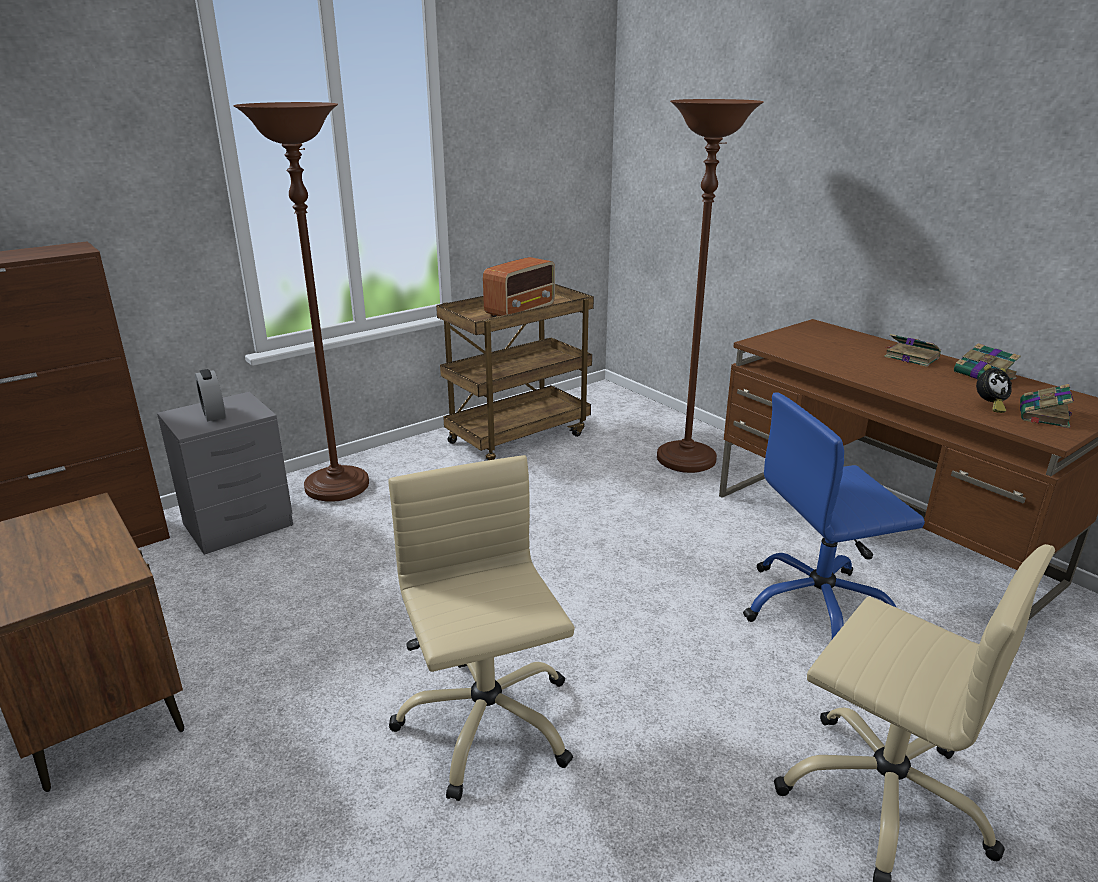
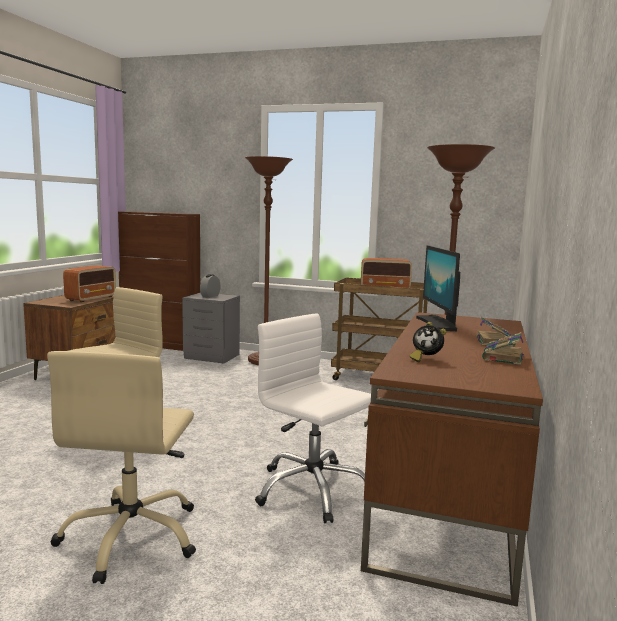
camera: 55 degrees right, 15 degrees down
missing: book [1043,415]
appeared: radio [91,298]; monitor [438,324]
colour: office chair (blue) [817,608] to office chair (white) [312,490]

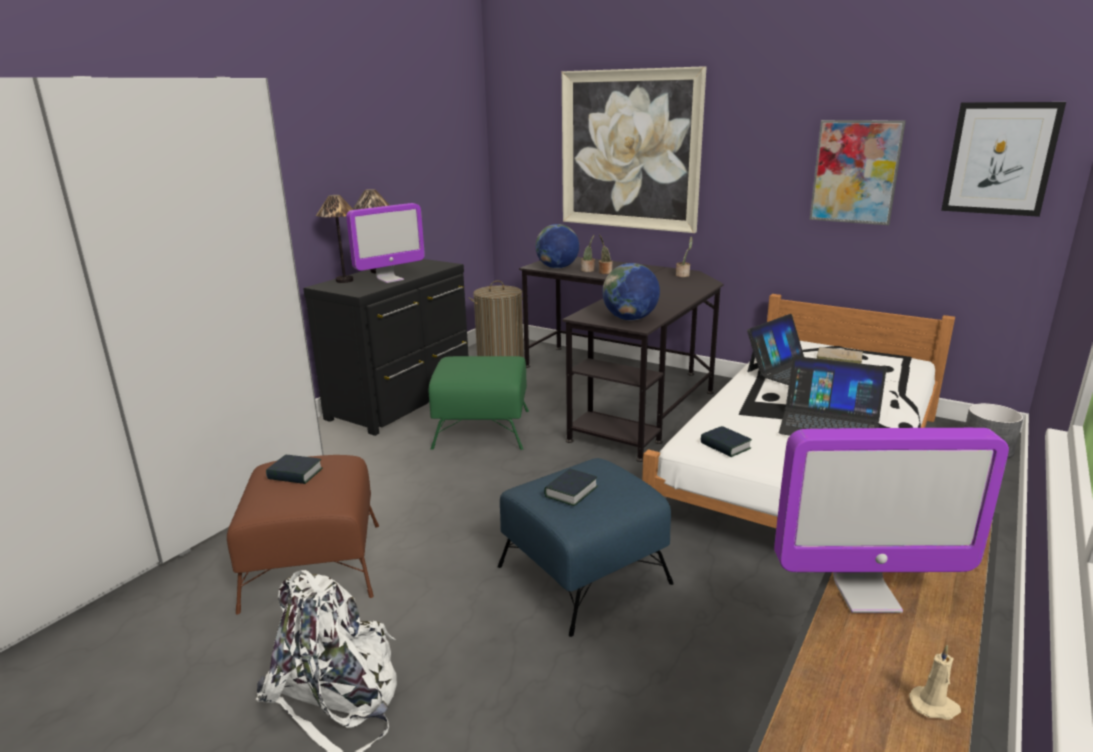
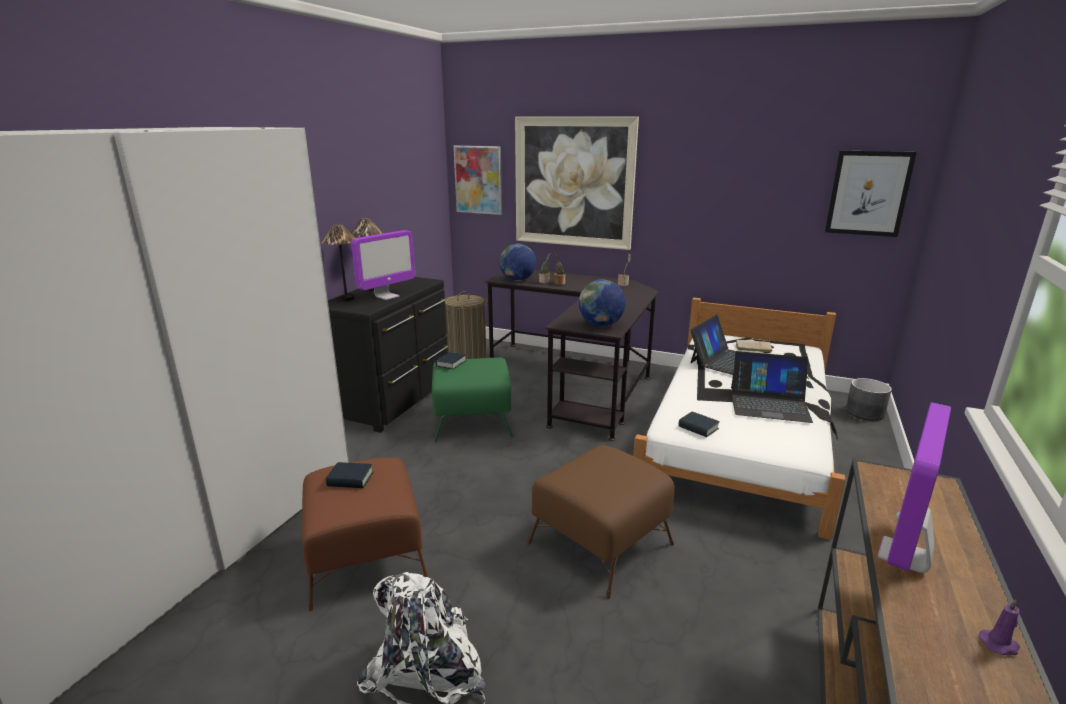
camera: 10 degrees left, 0 degrees up
relocated: book [571,492] to [451,363]; picture [855,172] to [478,180]
colour: ottoman (blue) [582,574] to ottoman (brown) [599,543]; candle (beige) [934,706] to candle (purple) [999,644]
spun: monitor [865,594] = [904,556] 135 degrees clockwise

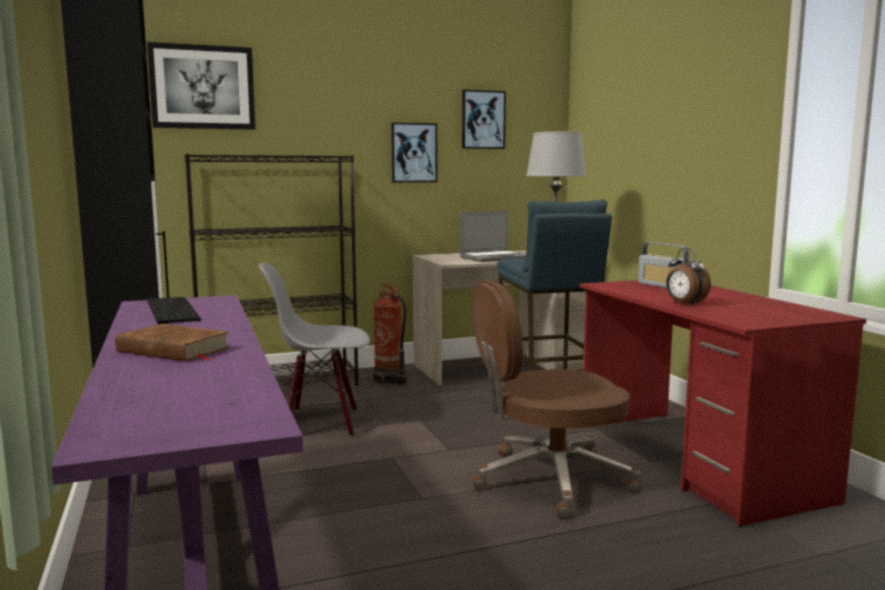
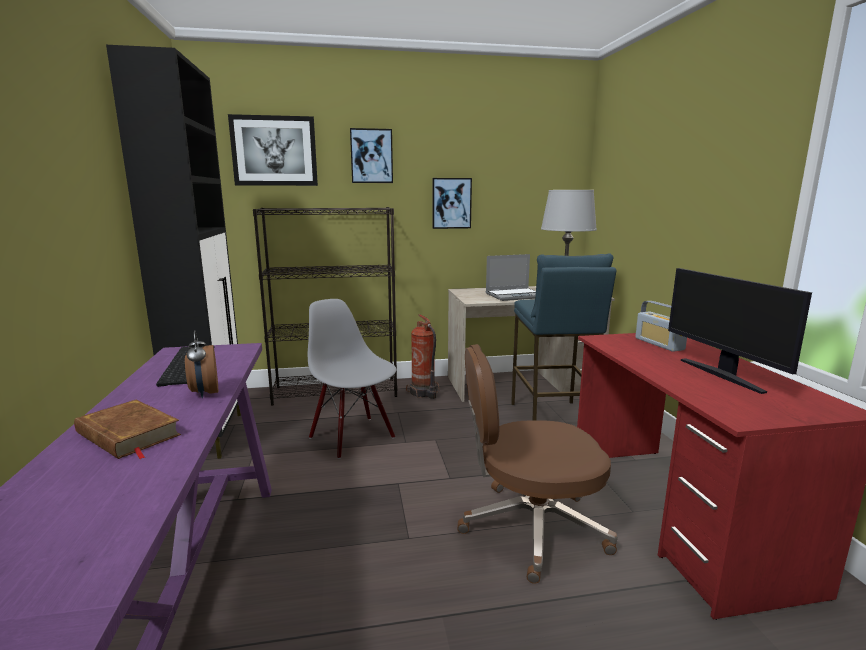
camera: 10 degrees right, 5 degrees up
appeared: monitor [722,375]
relocated: alarm clock [684,304] to [204,393]; picture [483,120] to [371,156]
spun: chair (grey) [321,423] = [353,437] 45 degrees clockwise

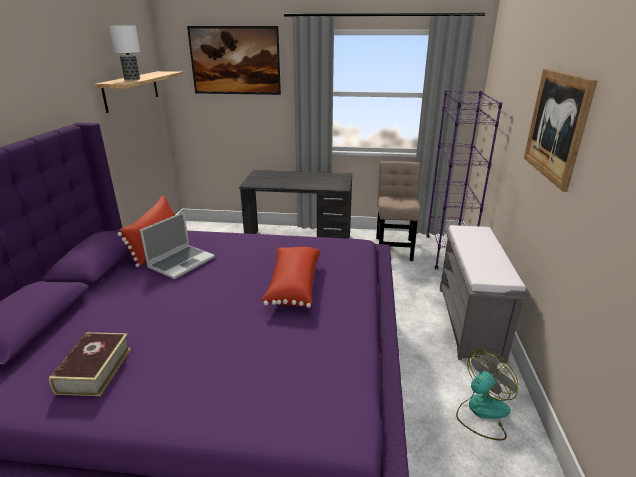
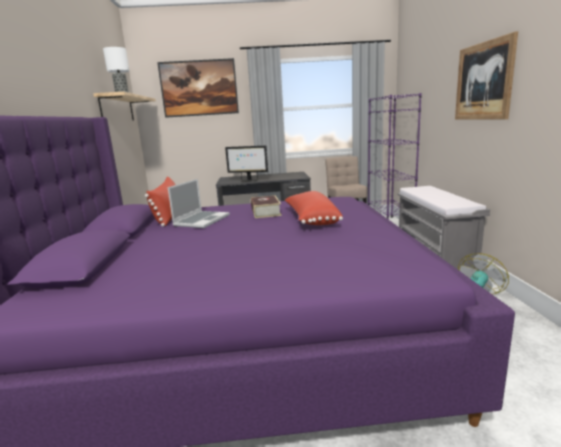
camera: 10 degrees left, 10 degrees down
appeared: monitor [248,180]
relocated: book [95,370] to [265,212]

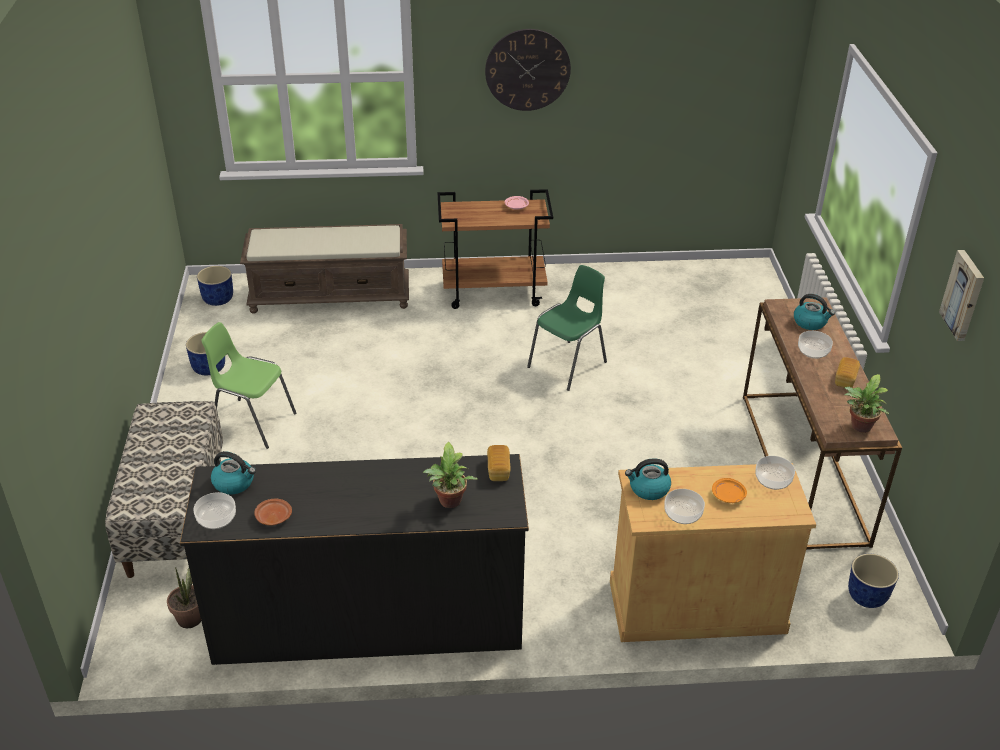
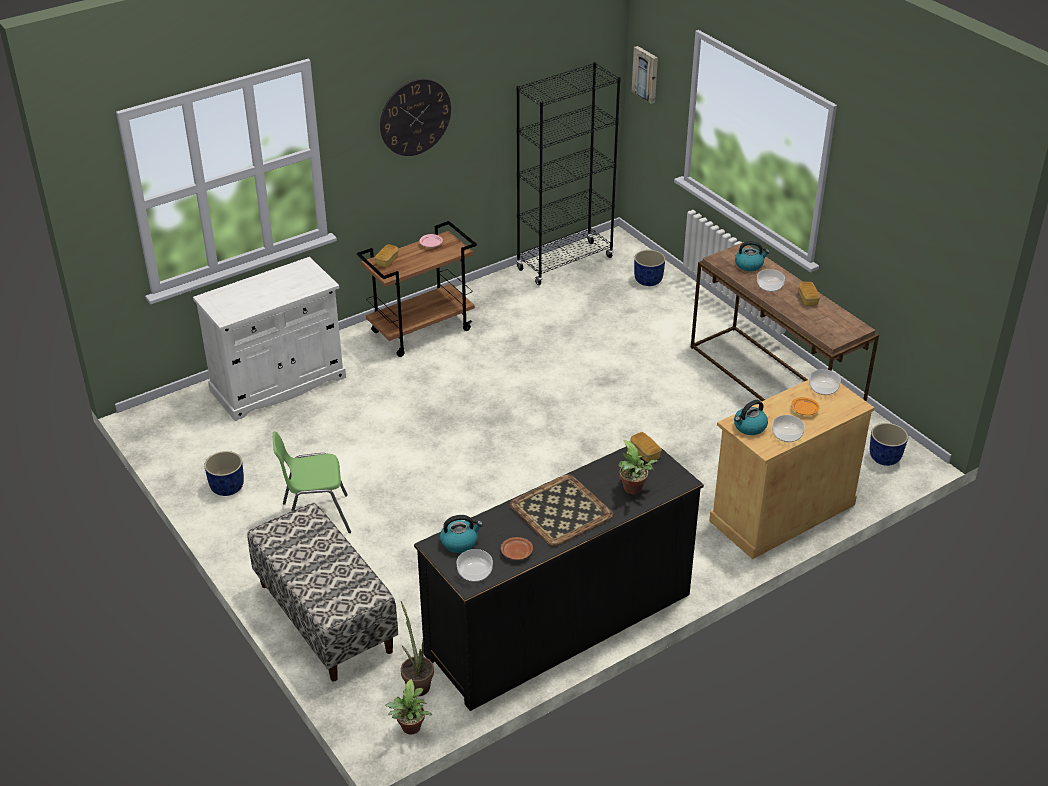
camera: 30 degrees left, 0 degrees up
missing: chair (green) [568,365]
appeared: bread [387,261]; tray [561,510]; bookcase (black) [565,263]
relocated: potted plant [859,427] to [410,729]; picture [964,295] to [646,74]; planter (blue) [217,299] to [647,280]
exchanged: bench (brown) [331,296] to cabinet (white) [278,384]

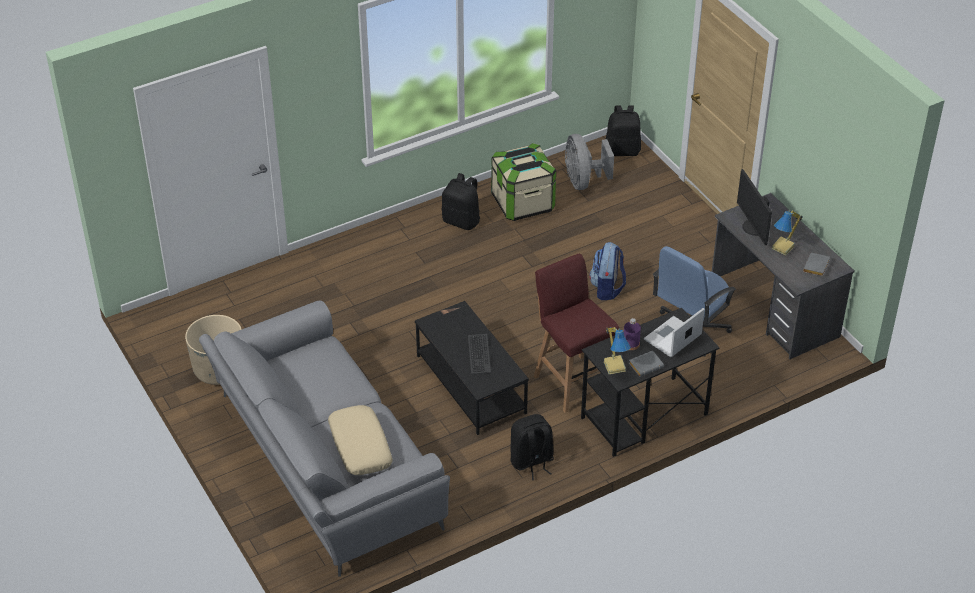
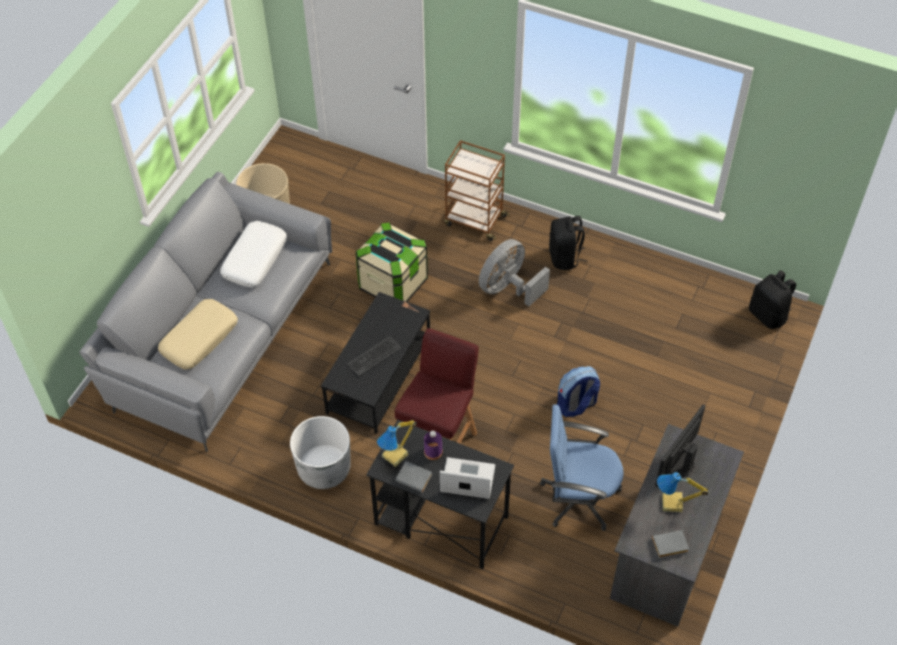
camera: 55 degrees right, 10 degrees up
appeared: pillow (white) [254,259]; cart (brown) [474,220]
relocated: storage box [523,203] to [393,284]; fan (grey) [583,181] to [508,288]
exchanged: backpack (black) [531,462] to planter (white) [324,468]

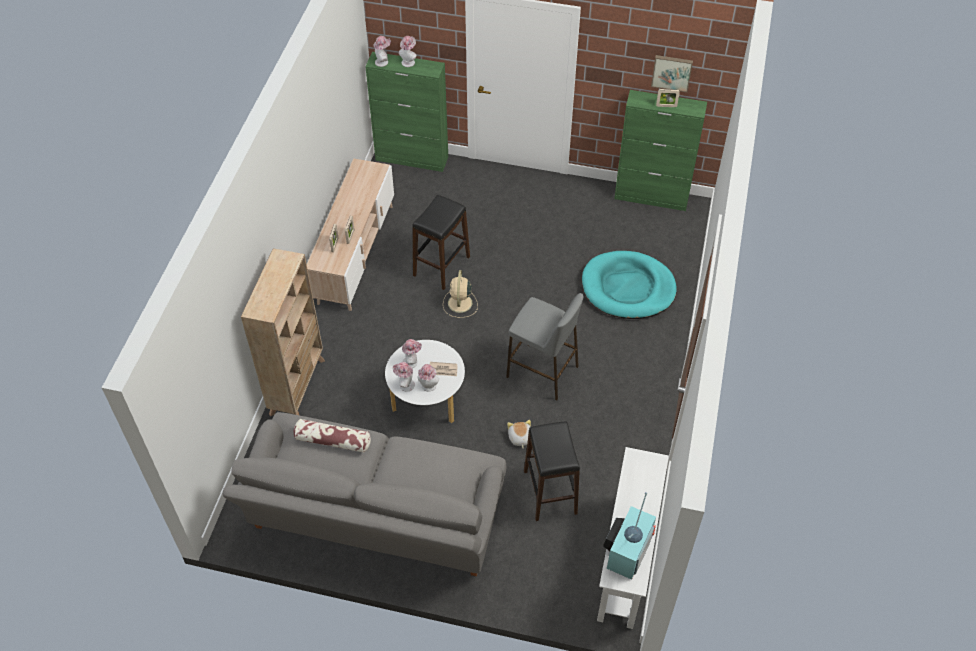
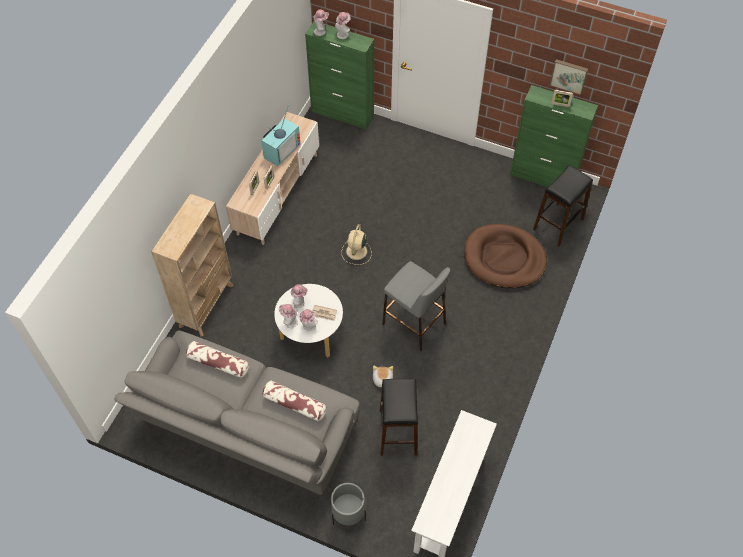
camera: 10 degrees right, 5 degrees up
appeared: pillow [294,404]; planter (grey) [348,513]
relocated: television [626,549] to [281,149]; stool (black) [441,266] to [558,224]
colour: dog bed (turquoise) [628,288] to dog bed (brown) [504,258]

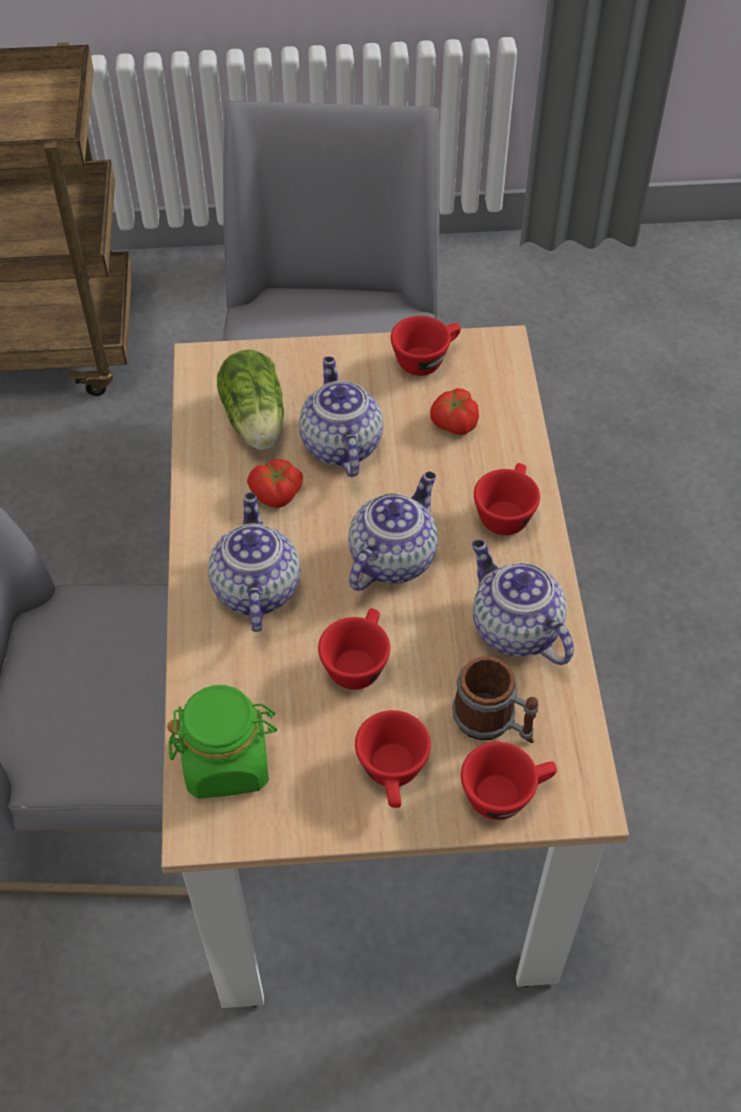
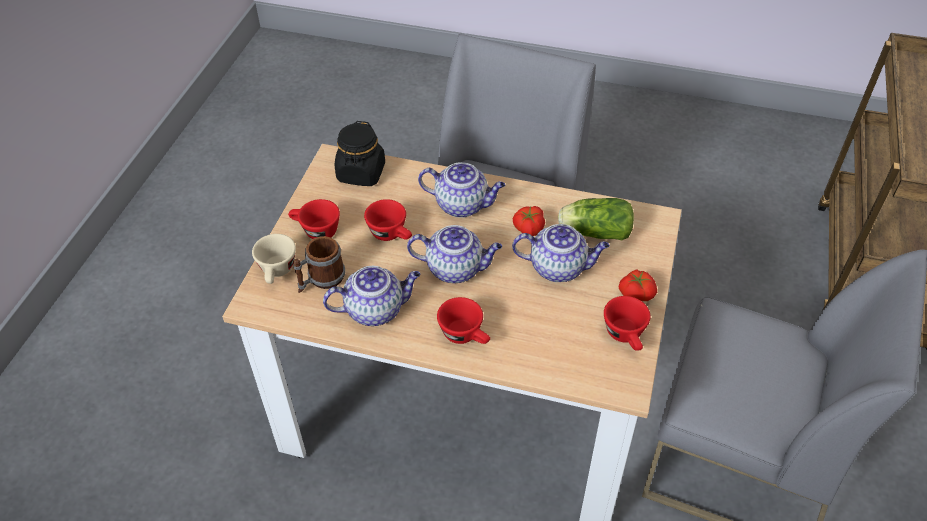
camera: 110 degrees right, 5 degrees down
relocated: tomato [453,423] to [636,293]
colour: cup (red) [506,793] to cup (beige) [277,272]; jar (green) [227,762] to jar (black) [361,173]
spun: teapot [392,557] = [456,269] 45 degrees counterclockwise

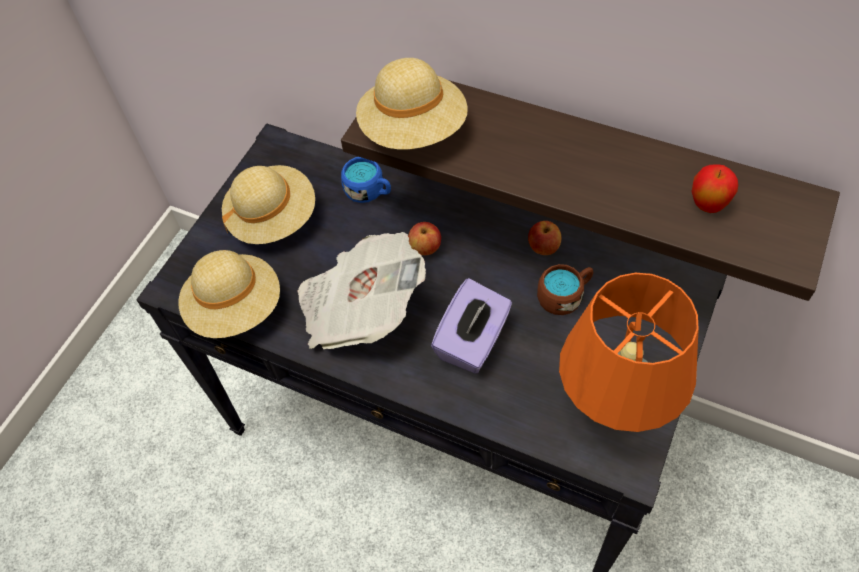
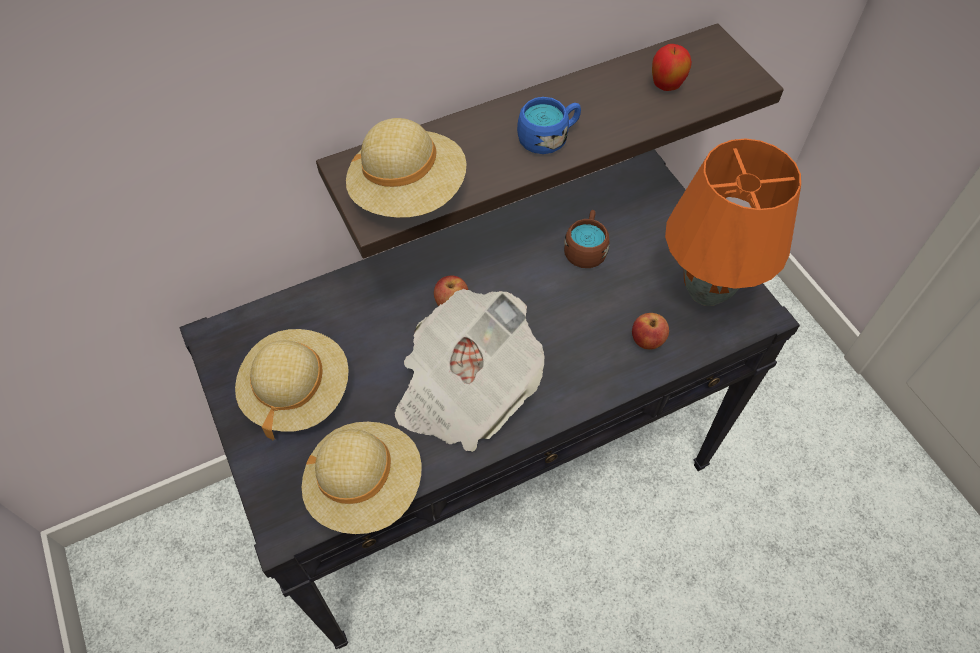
camera: 55 degrees left, 0 degrees up
missing: tissue box (purple) [473,341]
relocated: mug (blue) [369,191] to [548,138]; apple [543,248] to [647,341]

